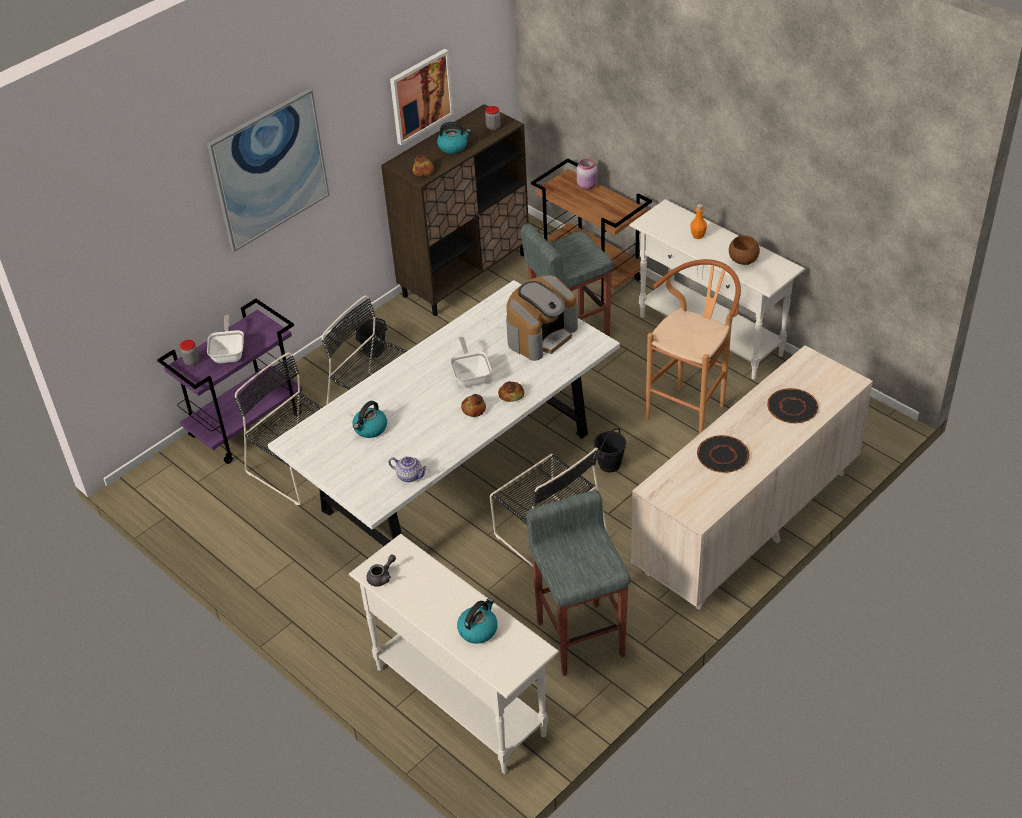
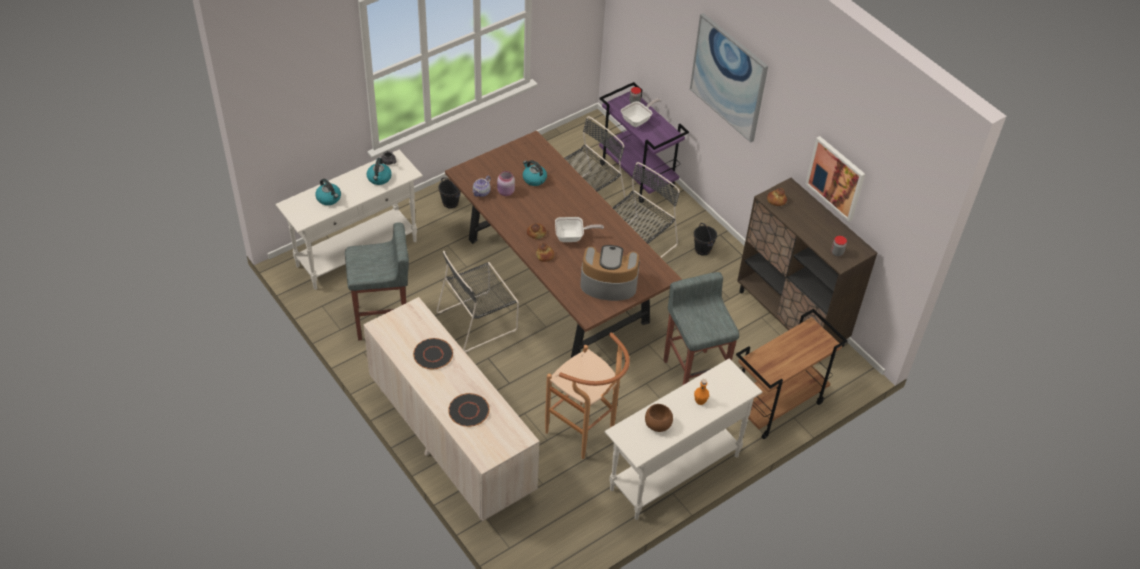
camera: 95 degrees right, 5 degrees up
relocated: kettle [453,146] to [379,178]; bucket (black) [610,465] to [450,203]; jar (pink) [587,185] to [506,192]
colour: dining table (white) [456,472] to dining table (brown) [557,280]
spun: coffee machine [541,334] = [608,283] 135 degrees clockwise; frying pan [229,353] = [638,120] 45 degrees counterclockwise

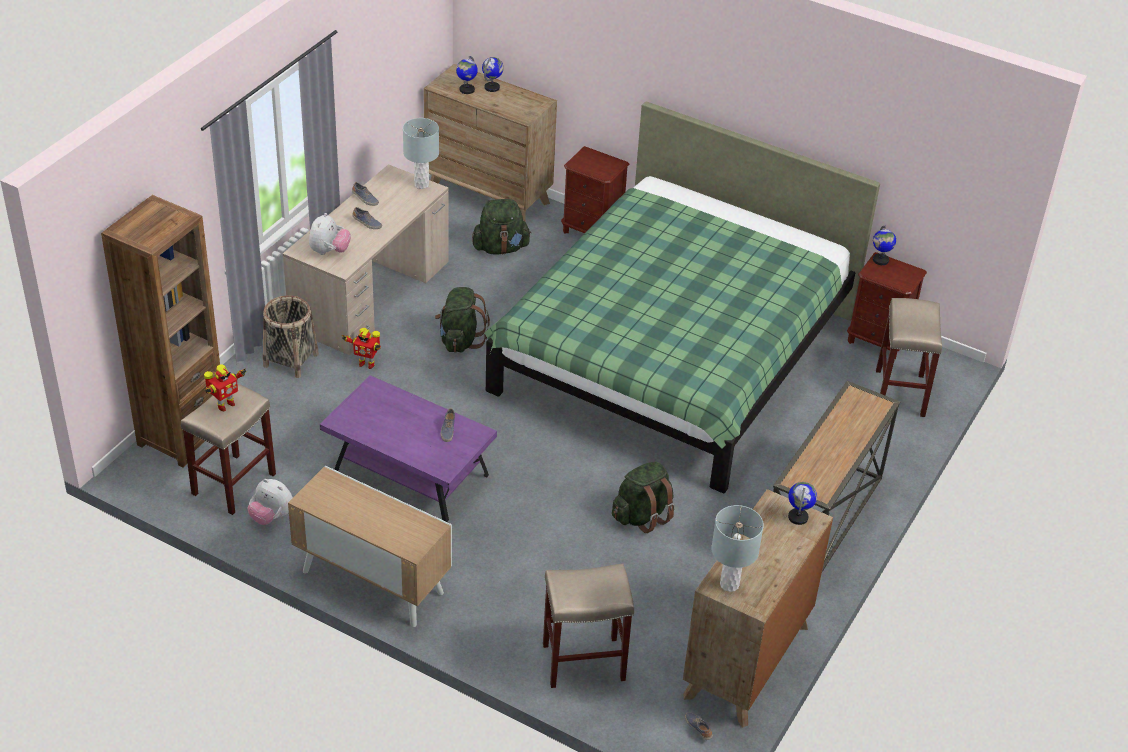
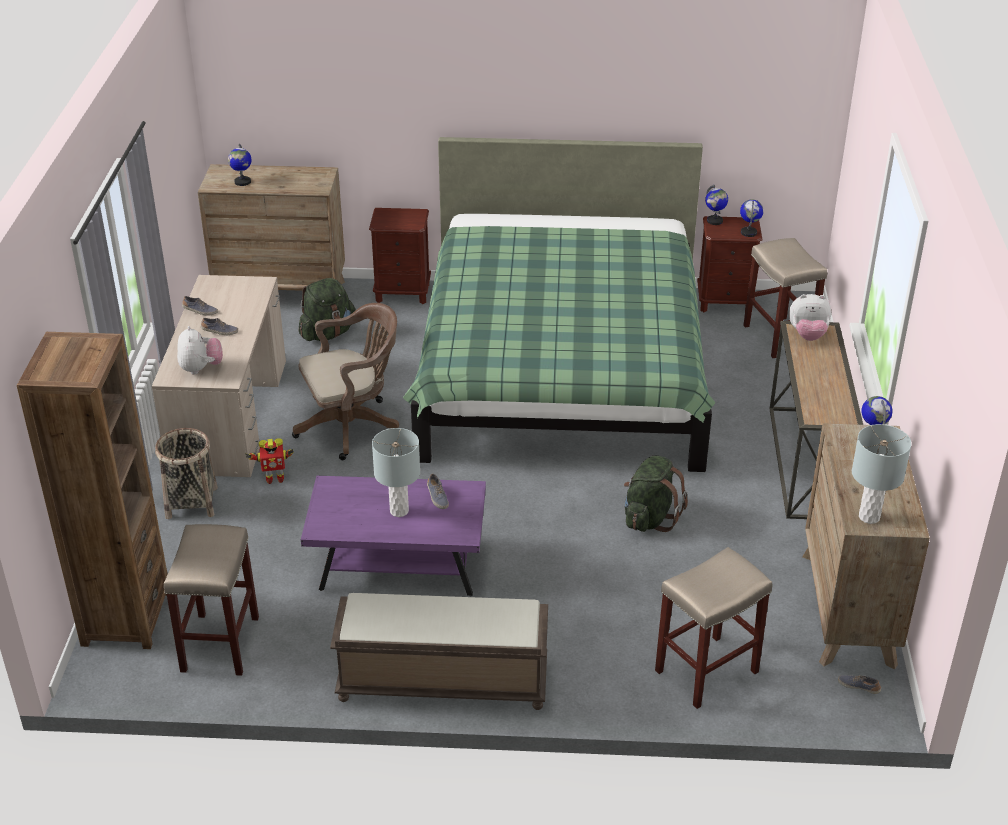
camera: 25 degrees left, 5 degrees down
missing: toy robot [224,405]
relocated: table lamp (grey) [422,184] to [399,511]; globe [492,87] to [749,232]; plush toy [271,517] to [807,335]
exchanged: backpack (green) [460,340] to office chair (brown) [352,426]; cabinet [371,582] to bench (brown) [441,682]

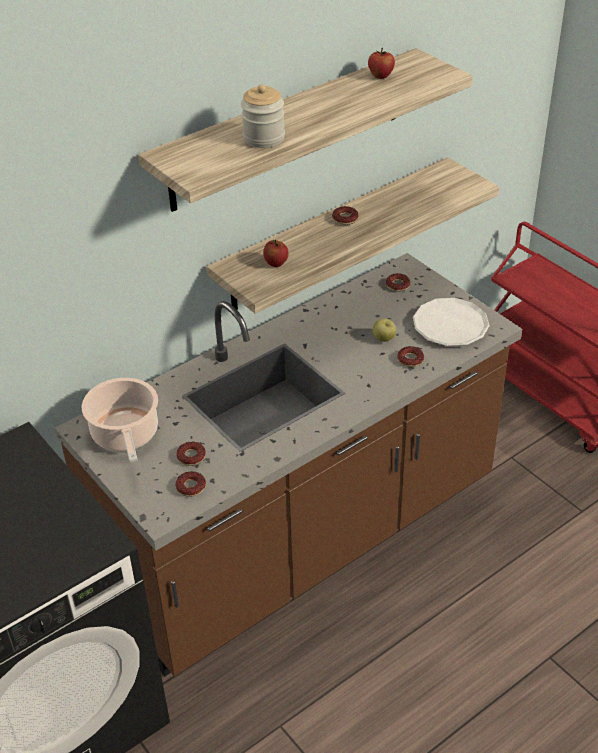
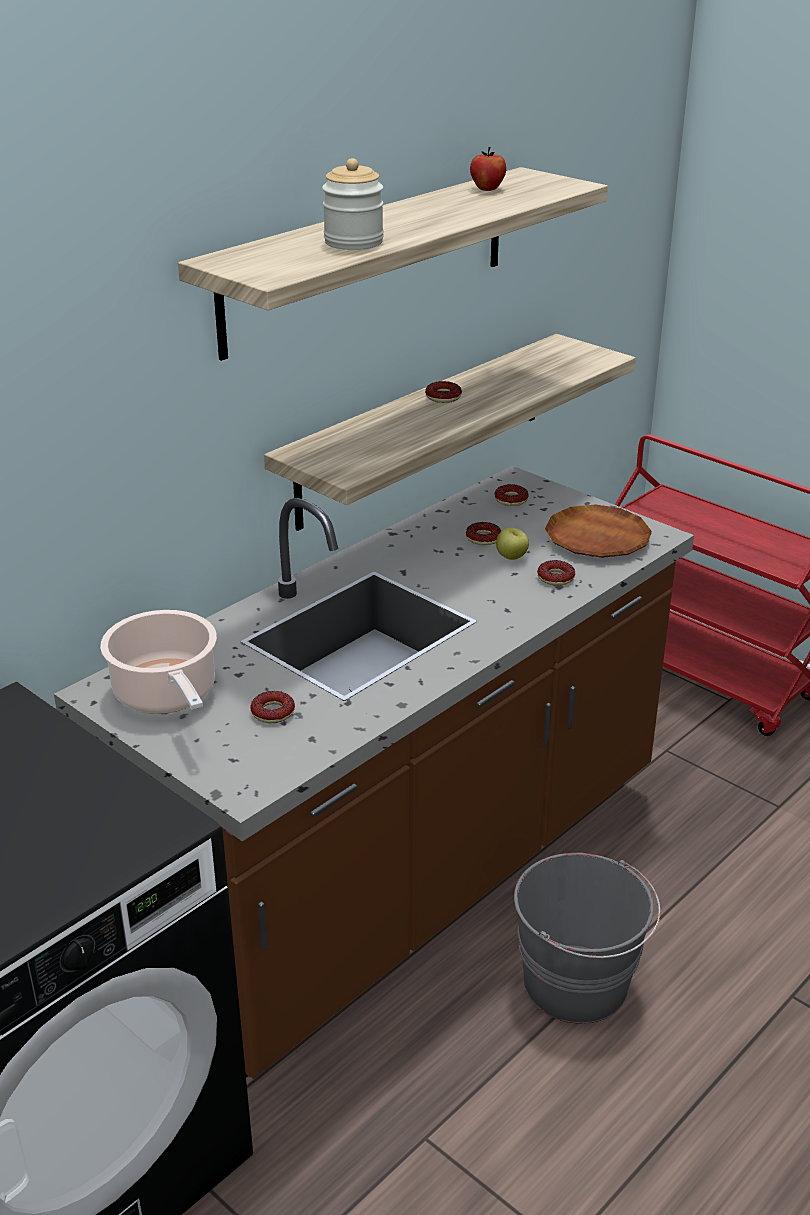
camera: 10 degrees left, 10 degrees down
missing: apple [276,263]
appeared: bucket (grey) [578,984]
relocated: donut [191,487] to [483,538]
colour: plate (white) [450,327] to plate (brown) [597,539]

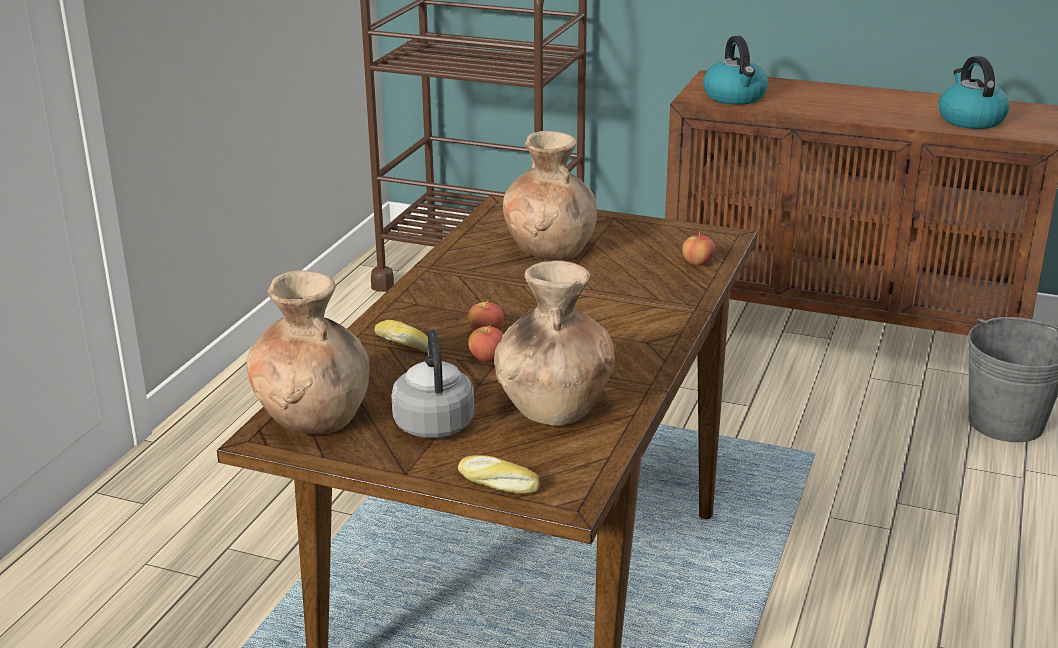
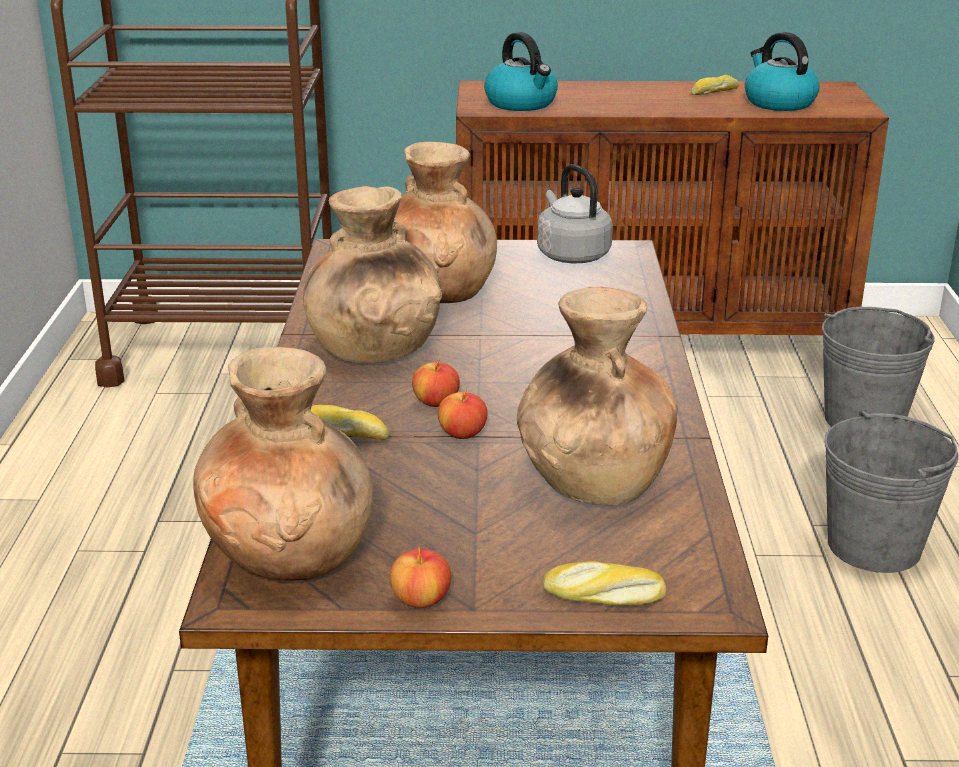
camera: 20 degrees left, 0 degrees up
appeared: vase (brown) [374,349]; bread [713,92]; bucket (grey) [874,546]
relocated: apple [697,262] to [421,599]; kettle (grey) [433,422] to [571,255]

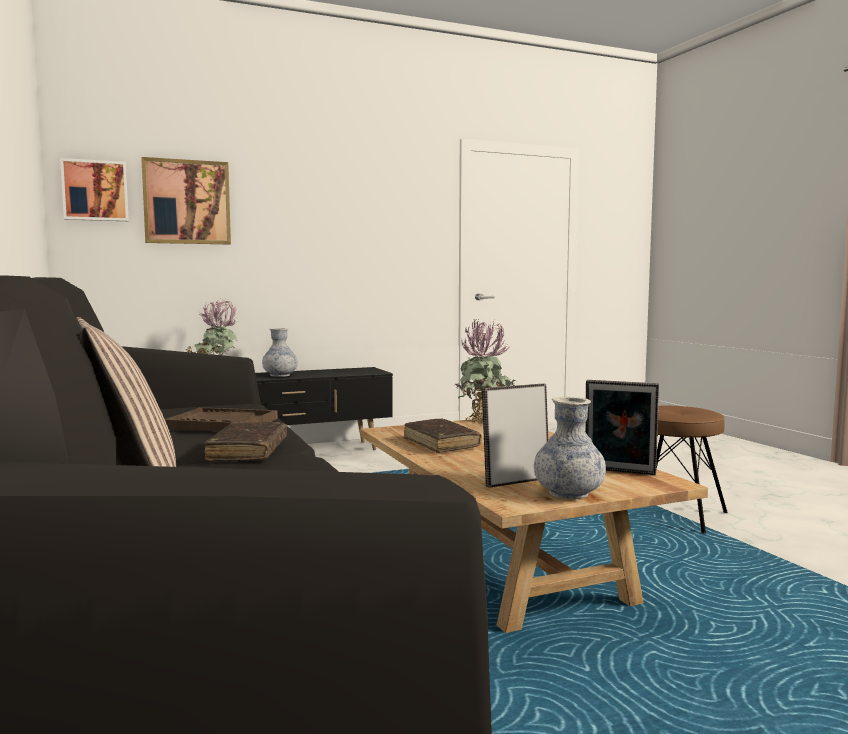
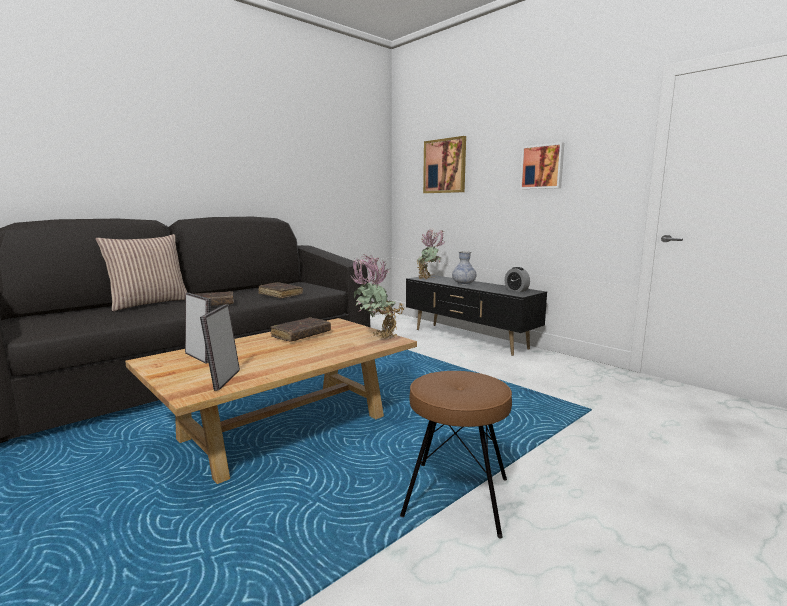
camera: 70 degrees right, 5 degrees up
missing: vase [568,493]
appeared: alarm clock [516,290]
relocated: picture [95,190] to [542,167]
exchanged: tray (brown) [222,423] to book (brown) [280,294]

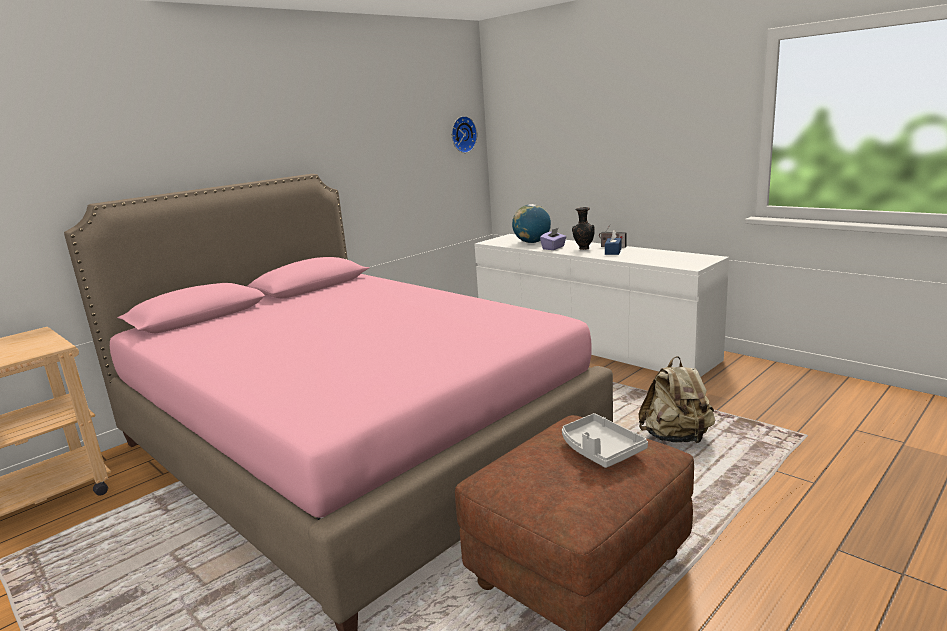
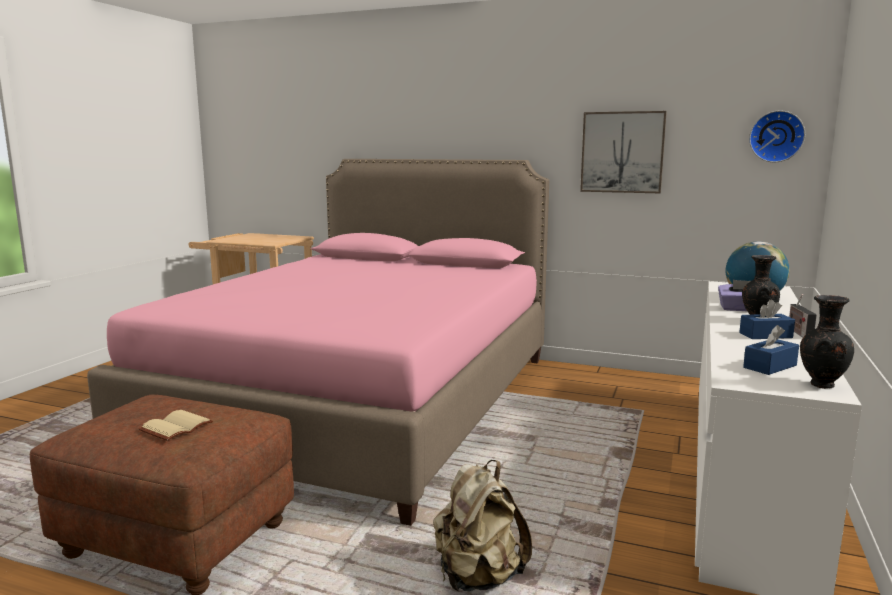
camera: 65 degrees right, 5 degrees down
appeared: picture [622,152]; tissue box (blue) [770,366]; vase (black) [820,385]
exchanged: tray (grey) [600,450] to book (beige) [176,426]

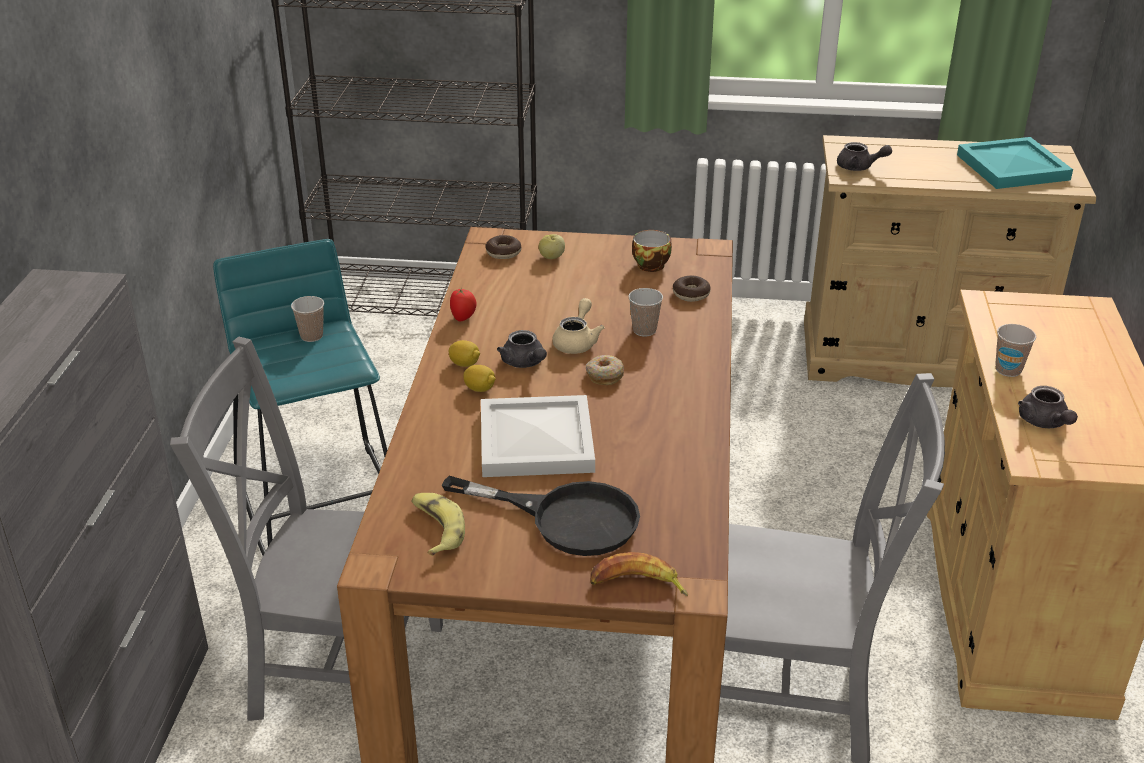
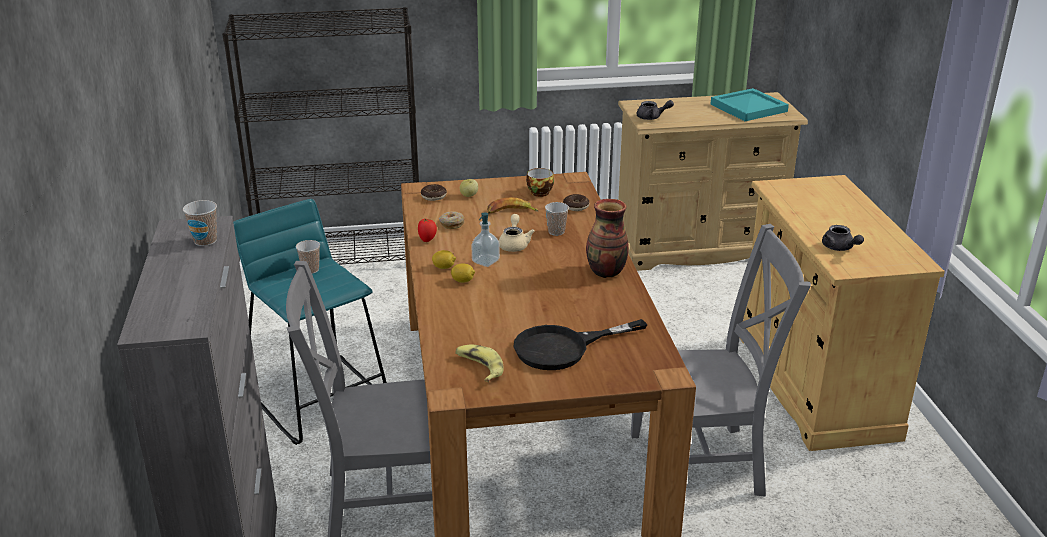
camera: 15 degrees left, 5 degrees down
missing: tray (white) [538,442]
appeared: vase [606,272]
relocated: cup [1008,370] to [205,241]; donut [604,375] to [451,224]; banana [637,584] to [511,212]
exchanged: teapot (grey) [525,363] to soap dispenser [485,261]
spun: frying pan (black) [566,518] = [563,348] 150 degrees clockwise

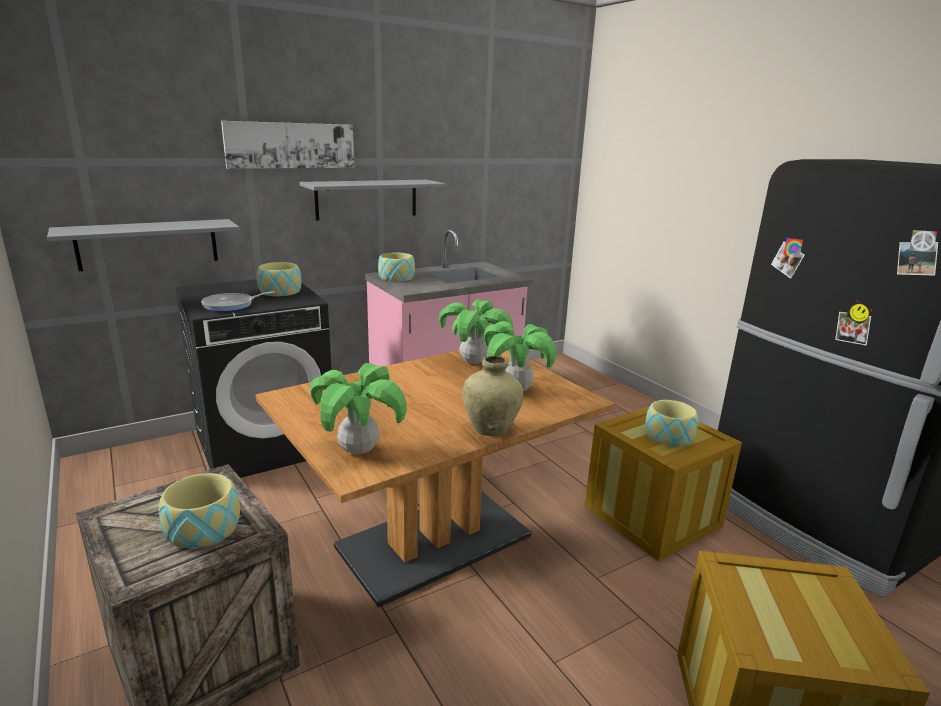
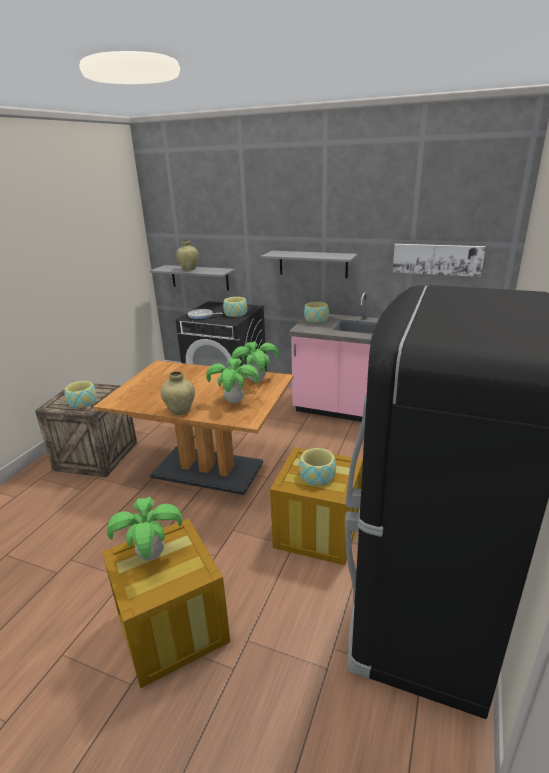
camera: 55 degrees right, 5 degrees up
appeared: vase (beige) [189,269]
relocated: potted plant [358,450] to [151,554]; picture [291,145] to [437,259]

